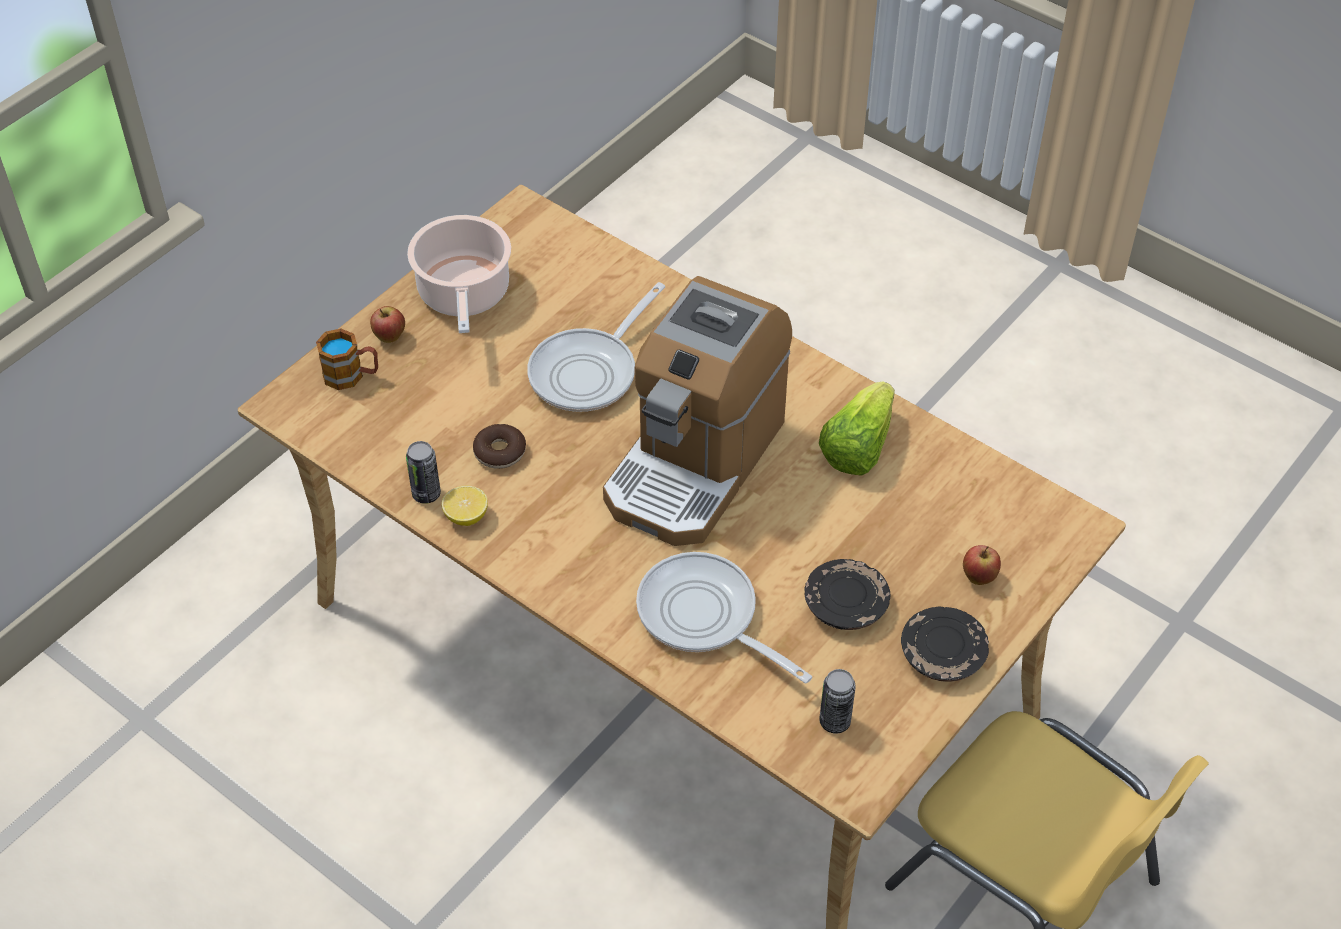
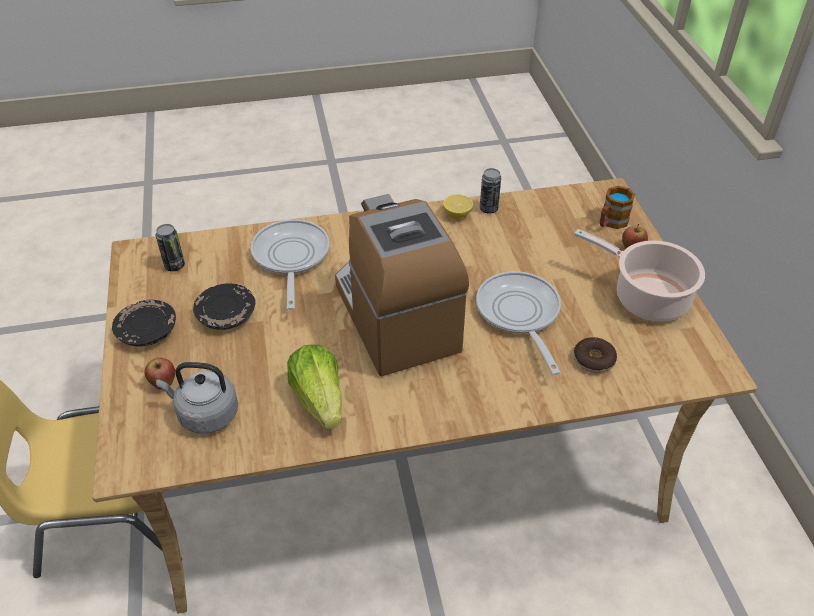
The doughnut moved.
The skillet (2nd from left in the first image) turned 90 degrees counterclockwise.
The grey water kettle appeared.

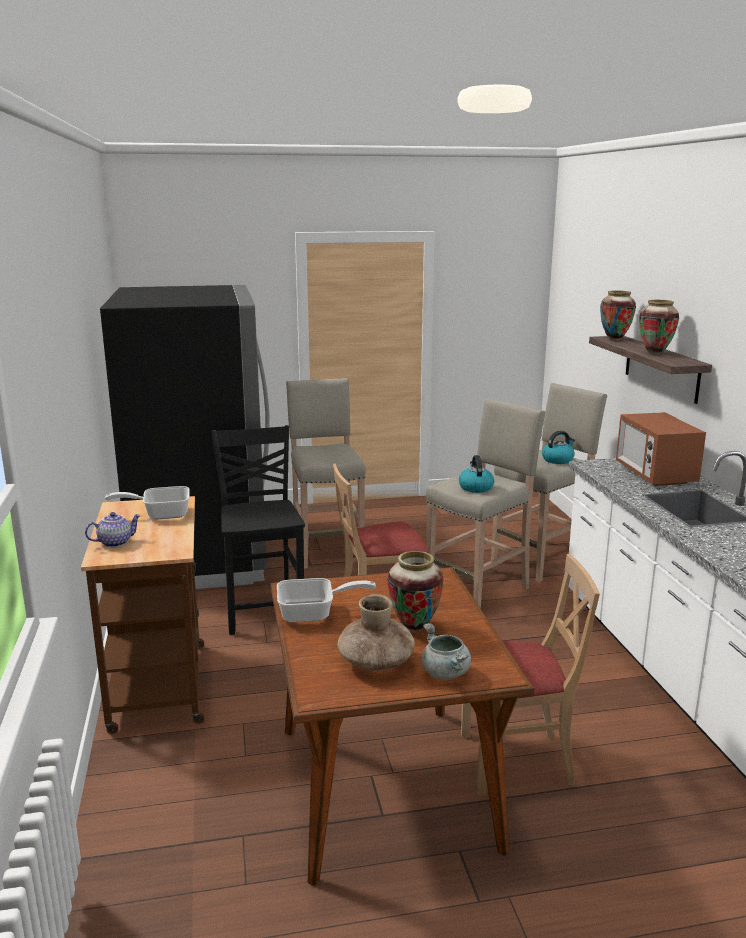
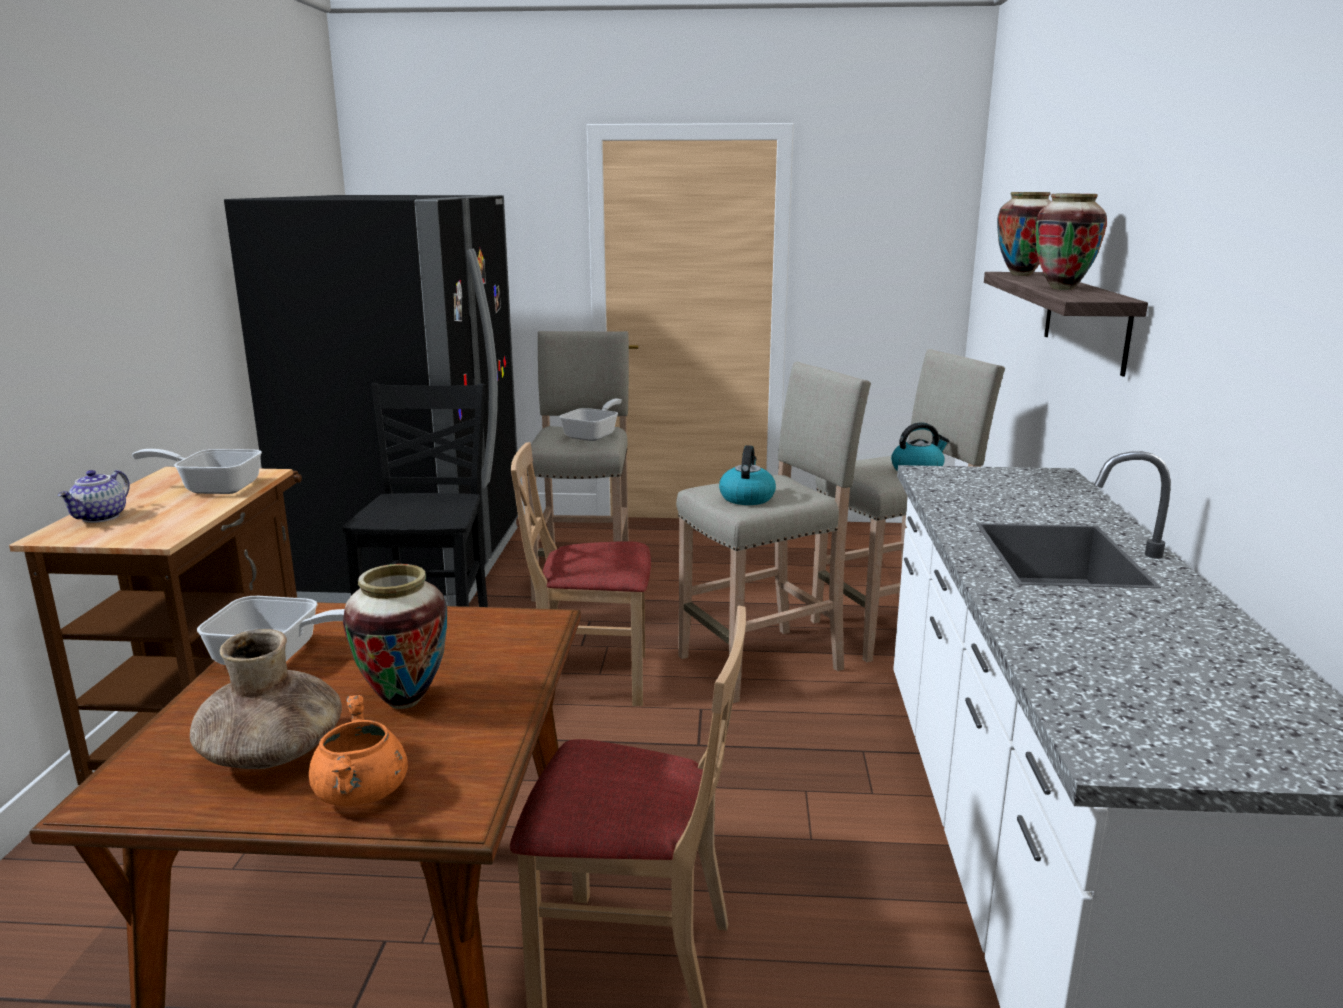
The tea pot turned 120 degrees clockwise.
The grey saucepot became the orange saucepot.
The microwave oven disappeared.
The skillet (3rd from left) appeared.

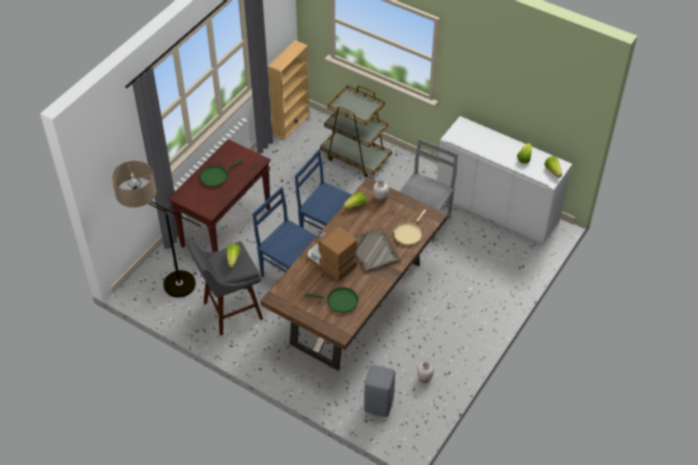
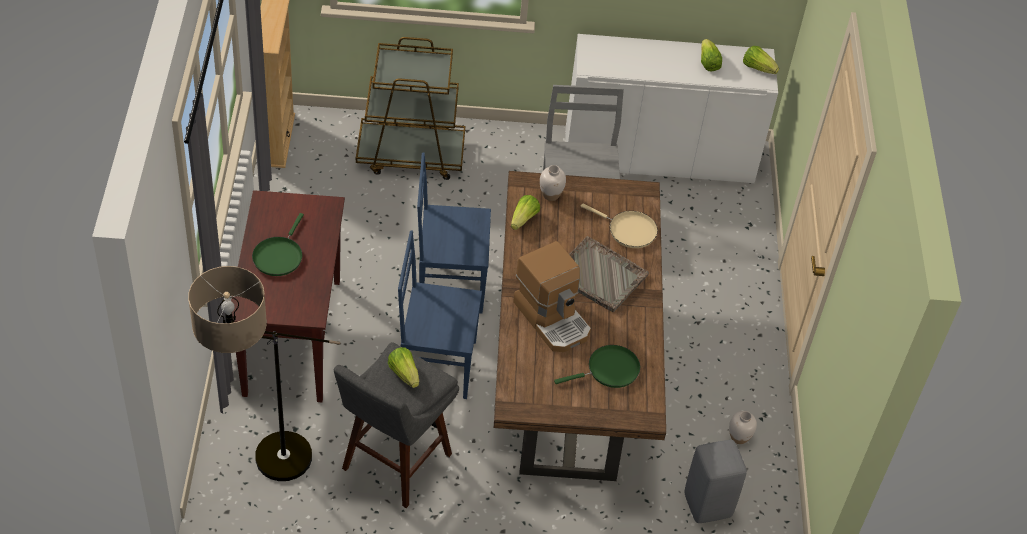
The coffee brewer turned 135 degrees counterclockwise.
The beige-coloured skillet turned 60 degrees counterclockwise.

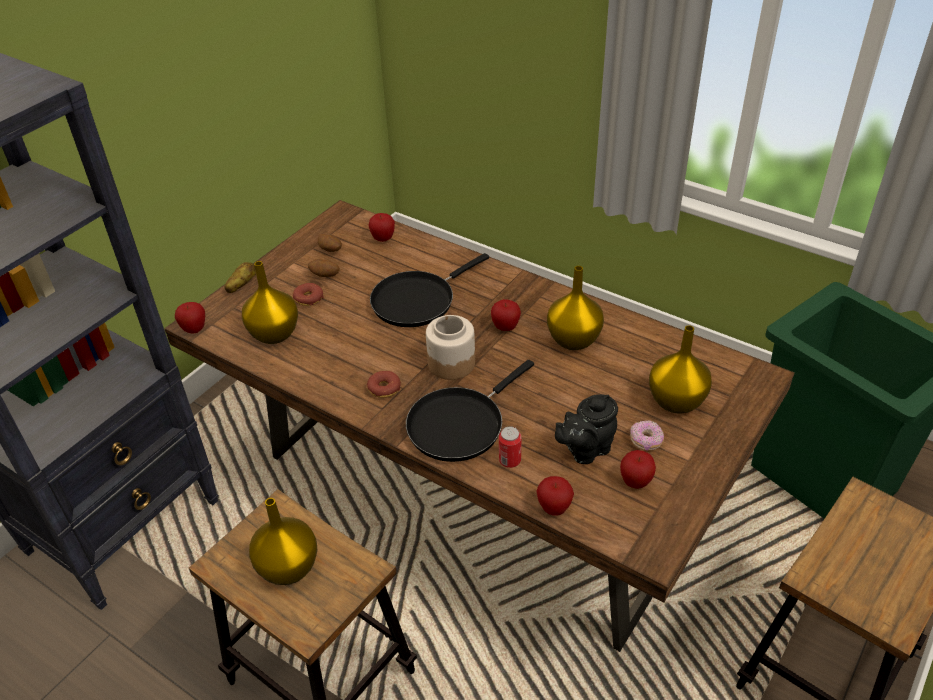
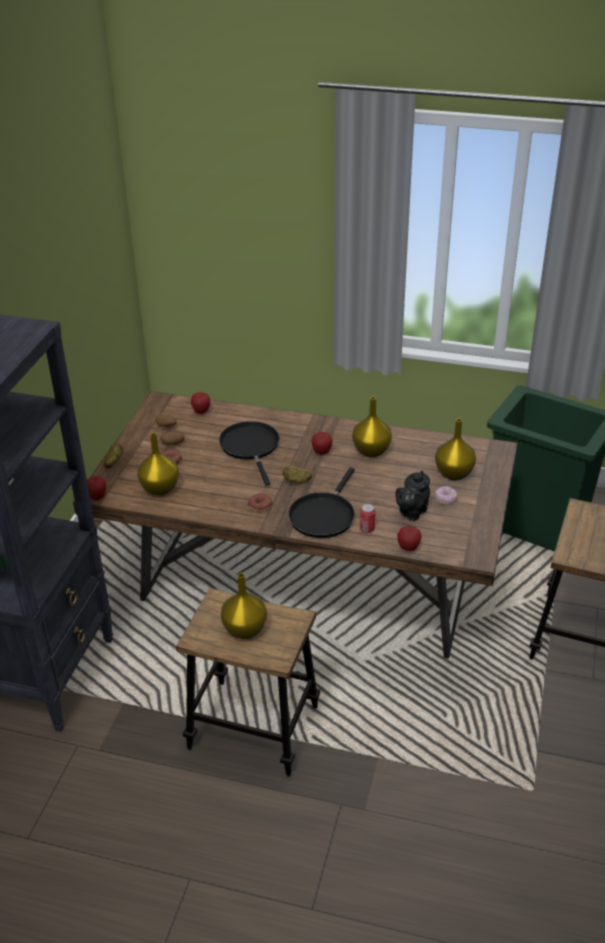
The black-coloured skillet (1st from left) turned 135 degrees clockwise.
The storage jar was replaced by the whole potato (4th from left).
The apple (5th from left) disappeared.

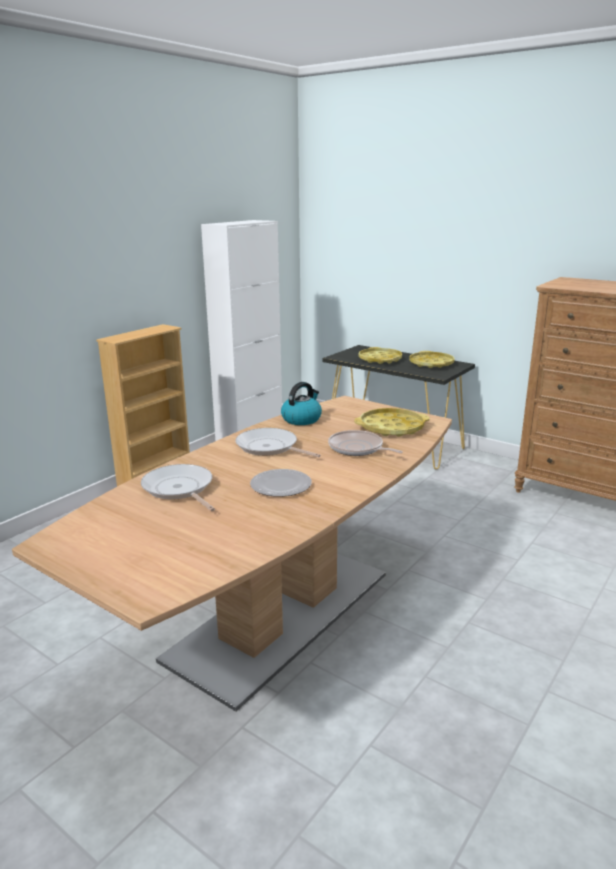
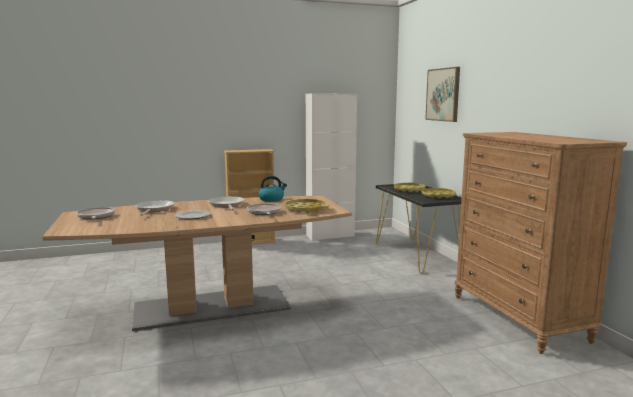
The skillet (1st from left) appeared.
The picture appeared.

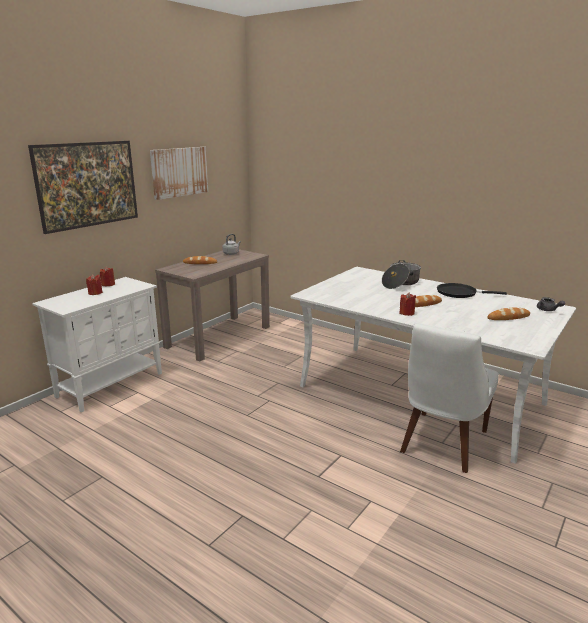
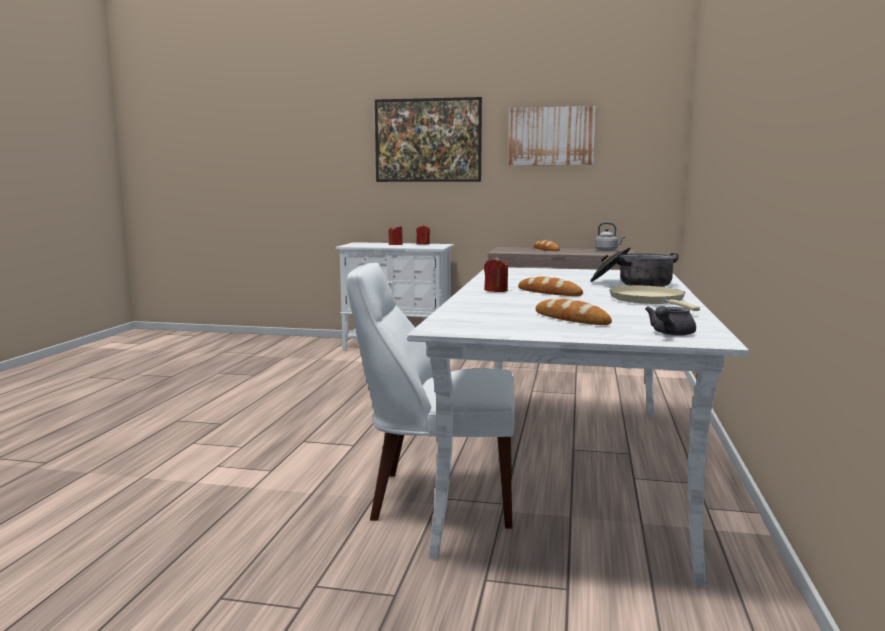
The black-coloured skillet became the beige-coloured skillet.

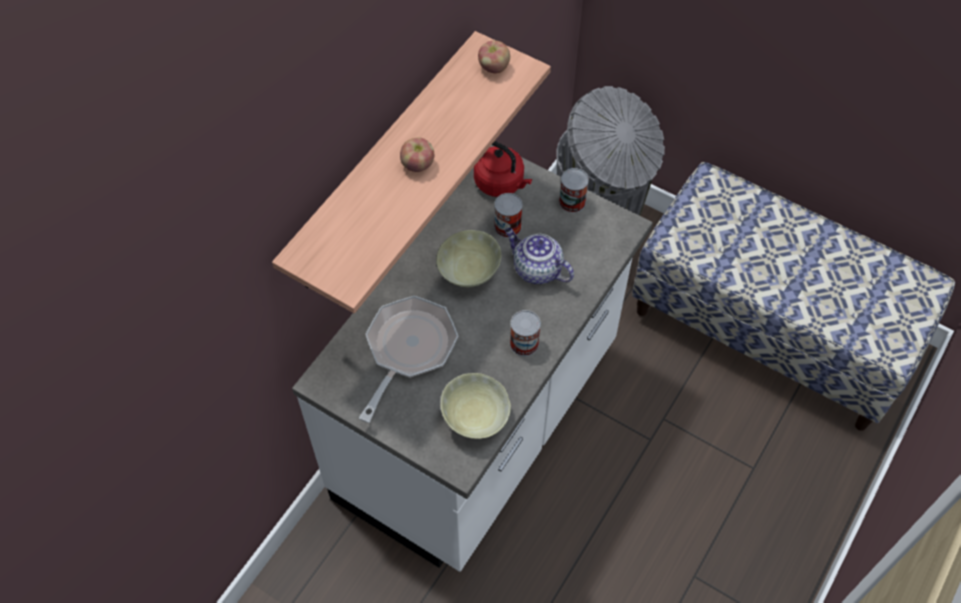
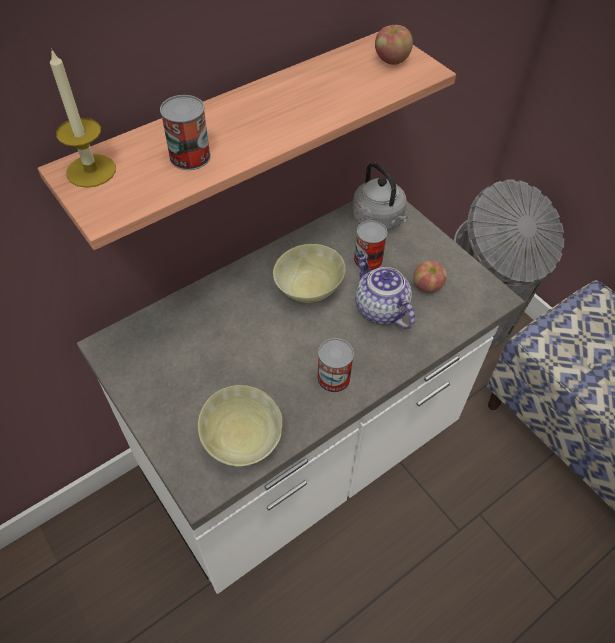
The skillet disappeared.
The apple (1st from left in the first image) moved.
The red-coloured water kettle became the grey water kettle.
The can (3rd from left in the first image) moved.
The wax light appeared.

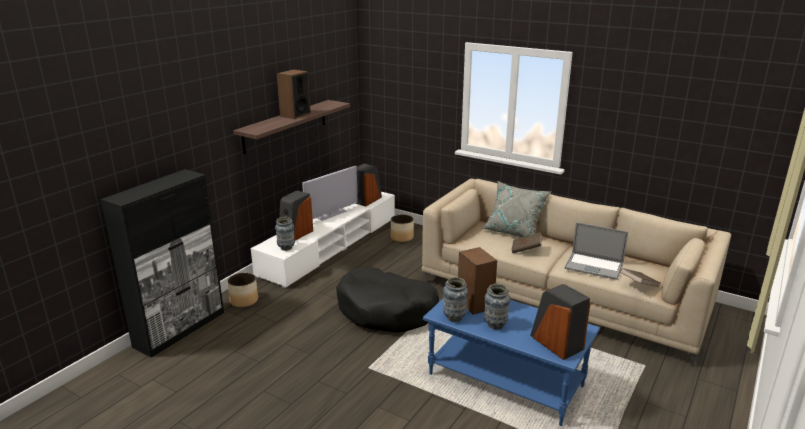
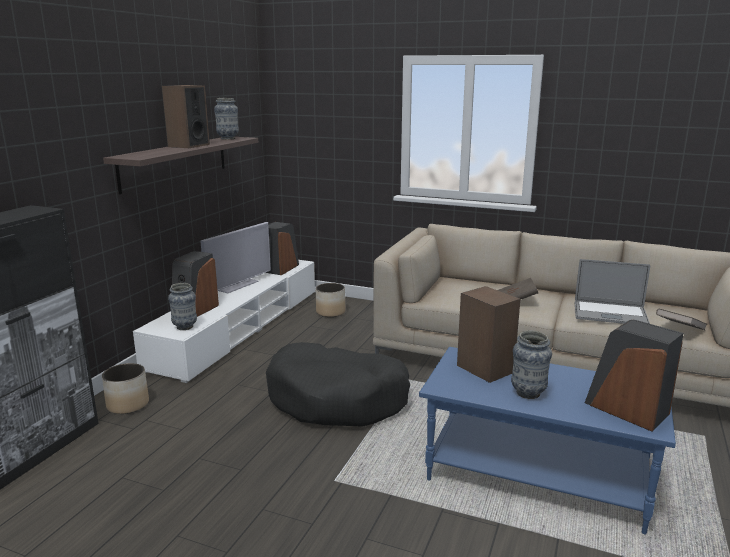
The decorative vase (2nd from left) moved.
The grey throw pillow disappeared.

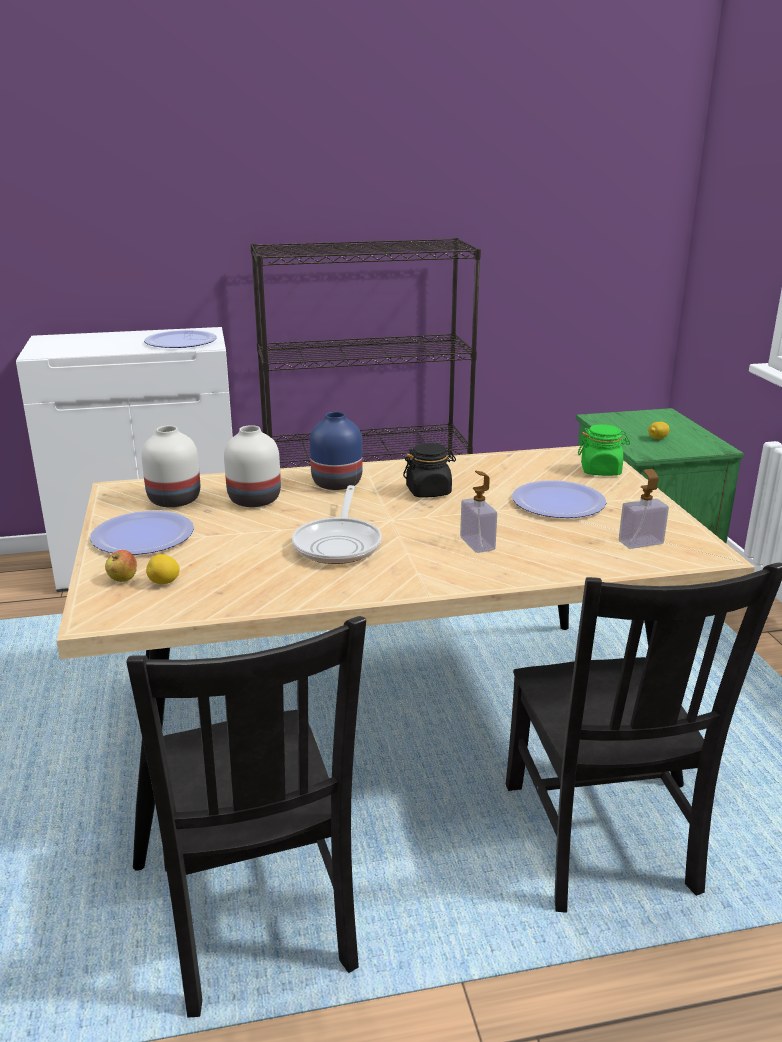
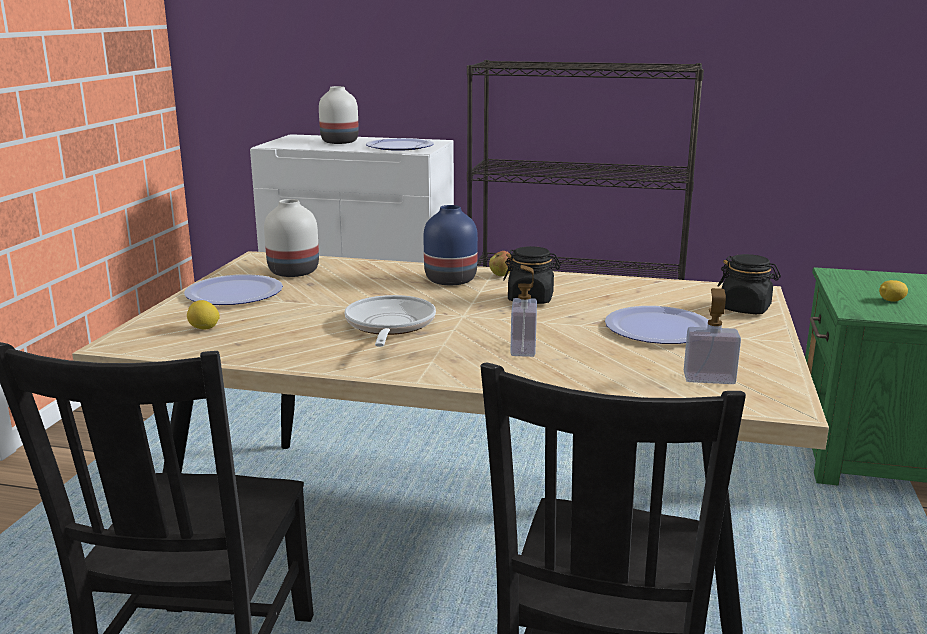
The apple moved.
The whitish decorative vase (2nd from left) moved.
The skillet turned 150 degrees clockwise.
The green-coloured storage jar became the black-coloured storage jar (2nd from left).

